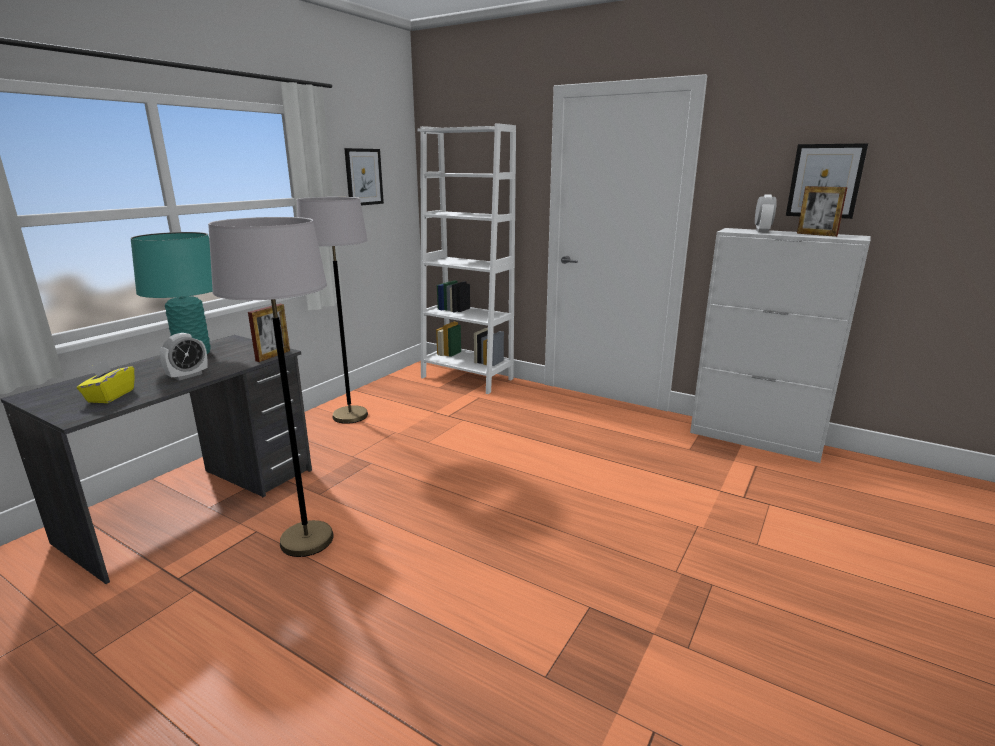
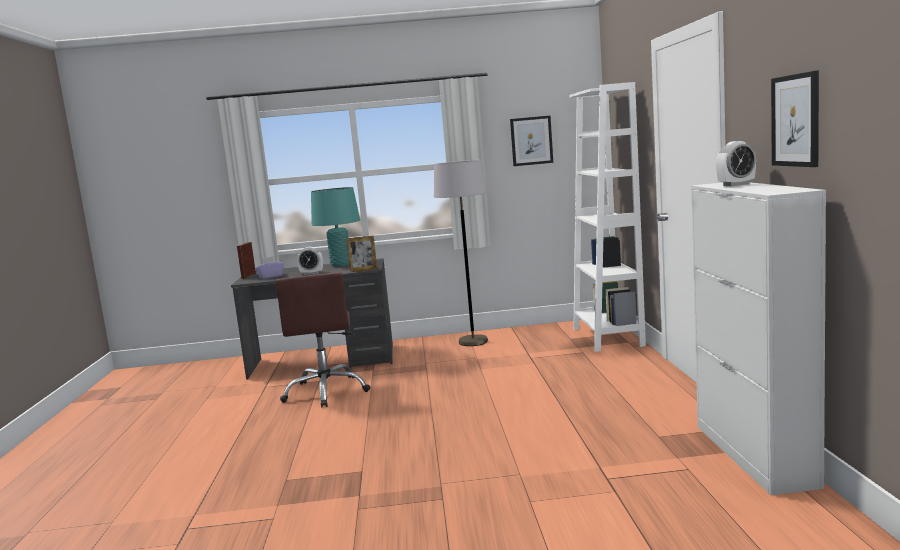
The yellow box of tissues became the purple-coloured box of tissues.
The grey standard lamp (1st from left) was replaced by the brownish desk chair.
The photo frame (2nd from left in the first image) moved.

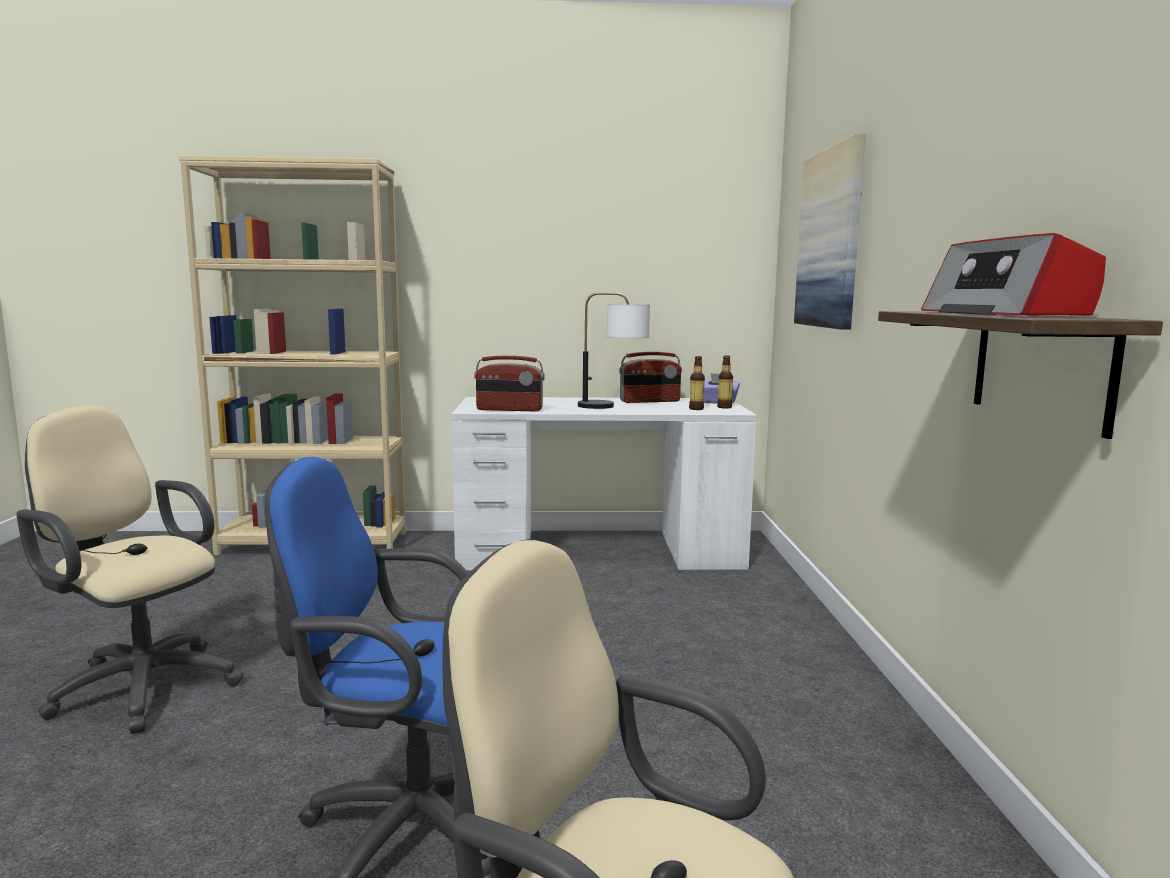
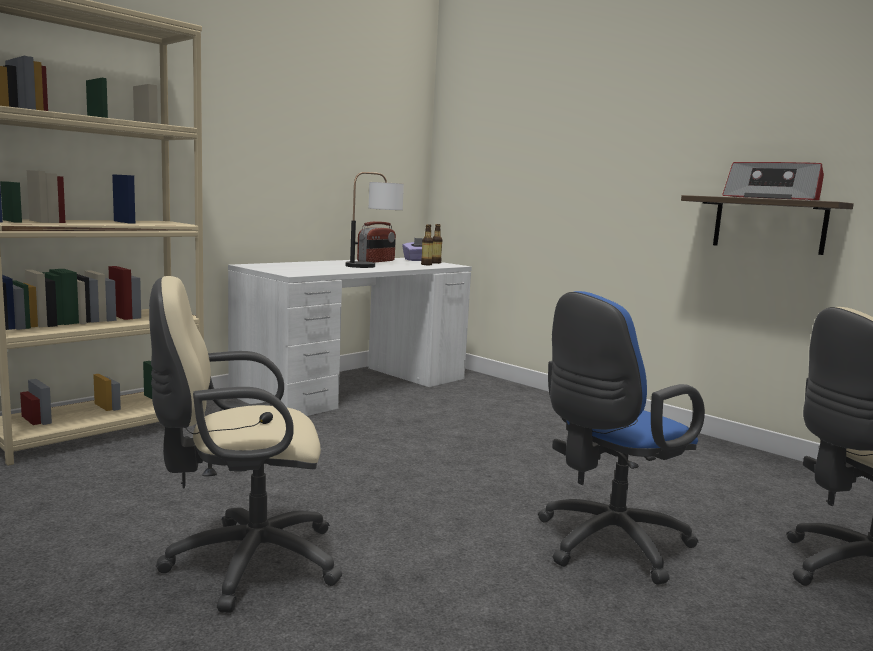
The radio set (1st from left) disappeared.
The picture disappeared.

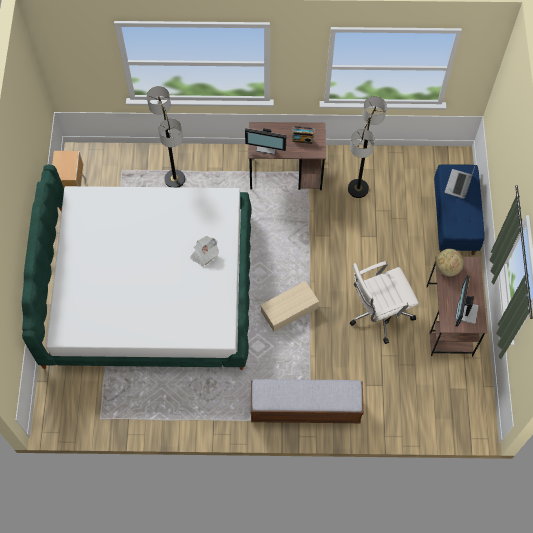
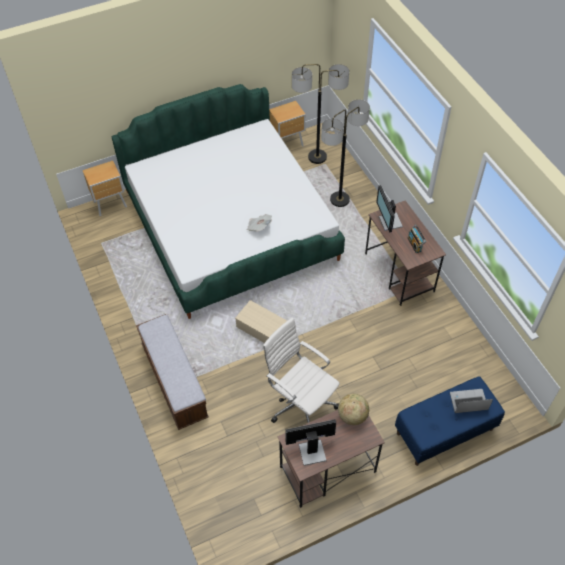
The standard lamp (2nd from left in the first image) moved.
The brownish nightstand (1st from left) appeared.

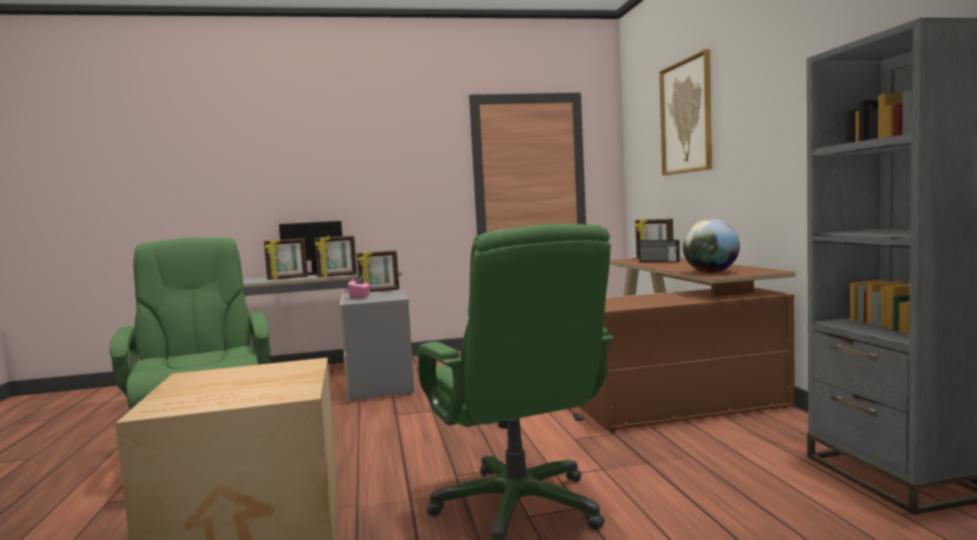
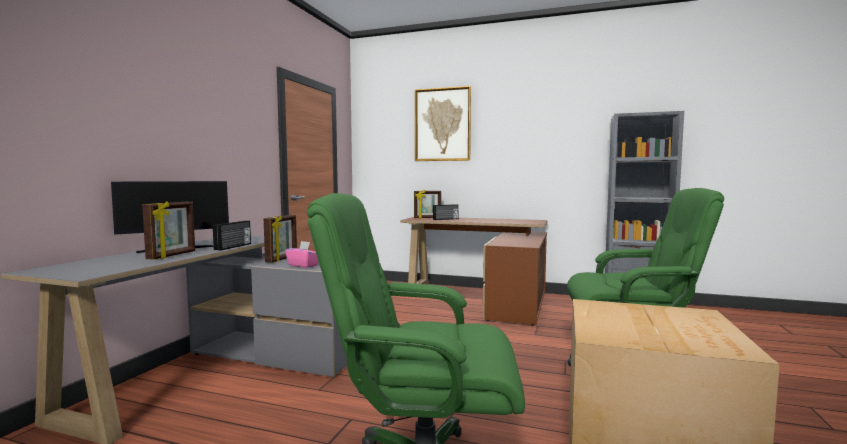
The photo frame (2nd from left) was replaced by the radio set (1st from left).
The world globe disappeared.

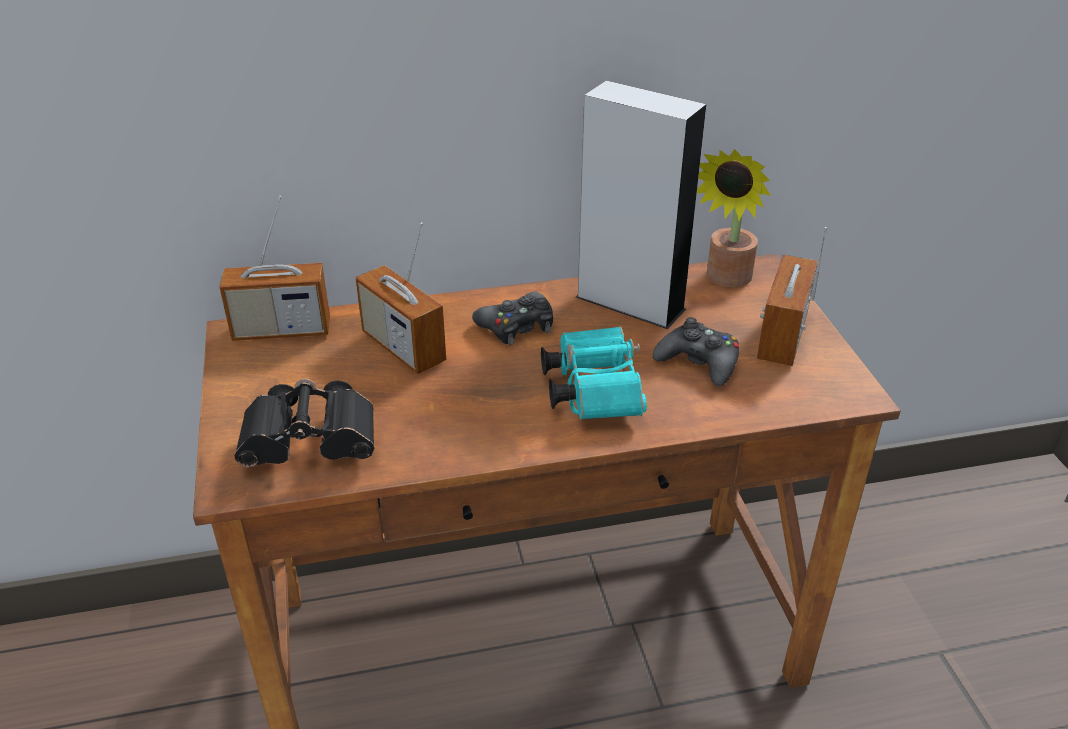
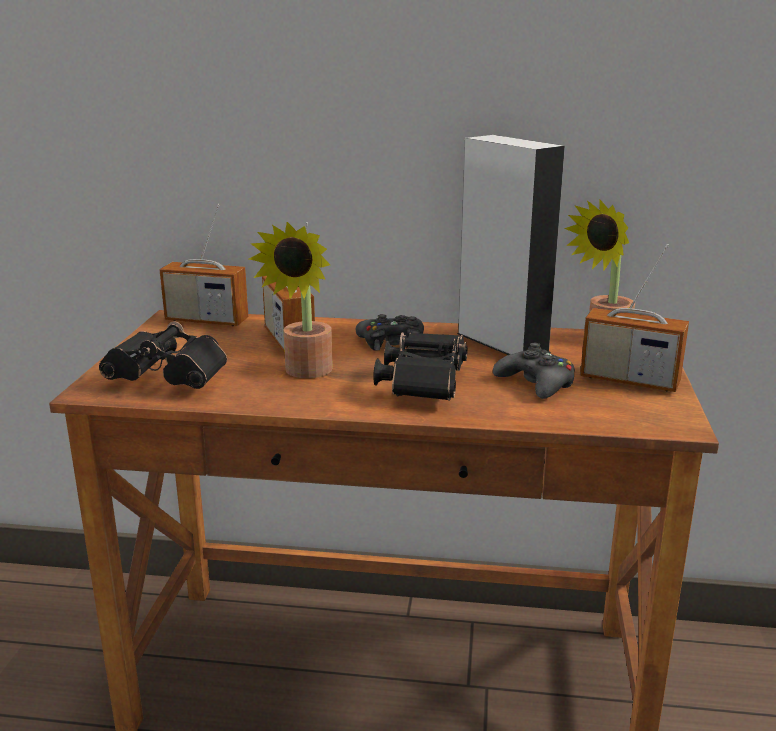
The blue-green binoculars became the black-coloured binoculars (2nd from left).
The radio set (3rd from left) turned 105 degrees counterclockwise.
The houseplant (1st from left) appeared.

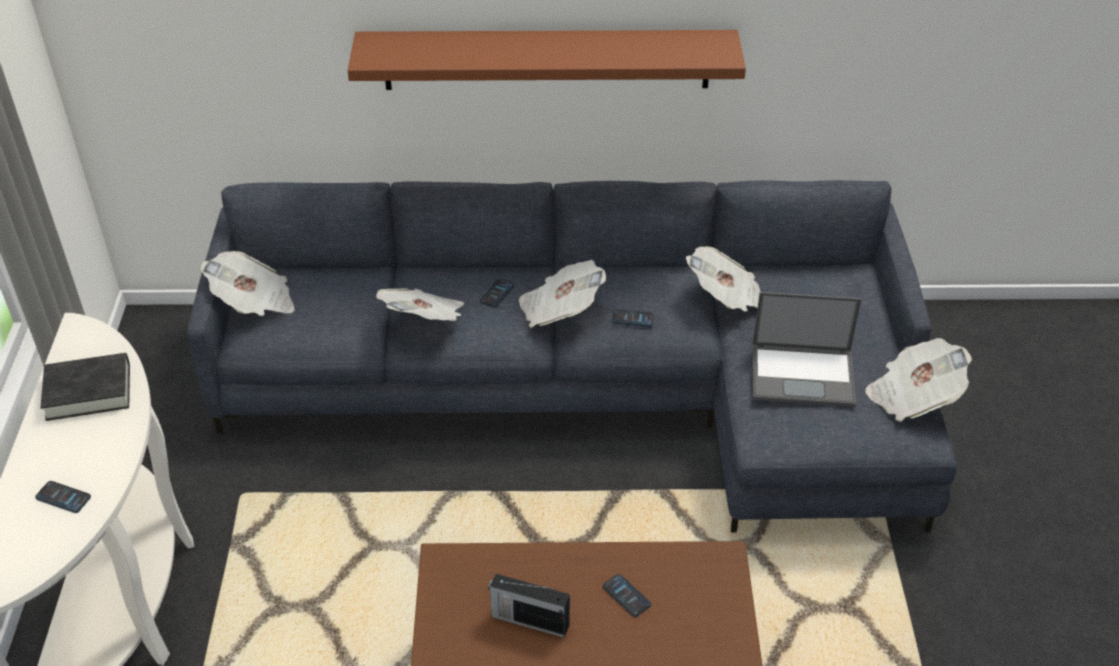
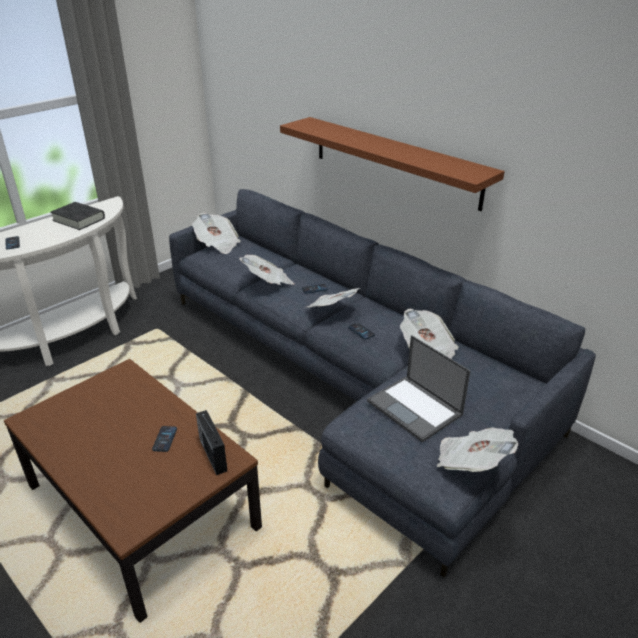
The radio set moved.

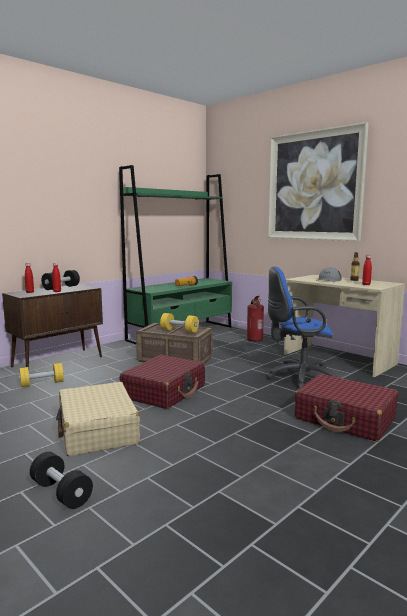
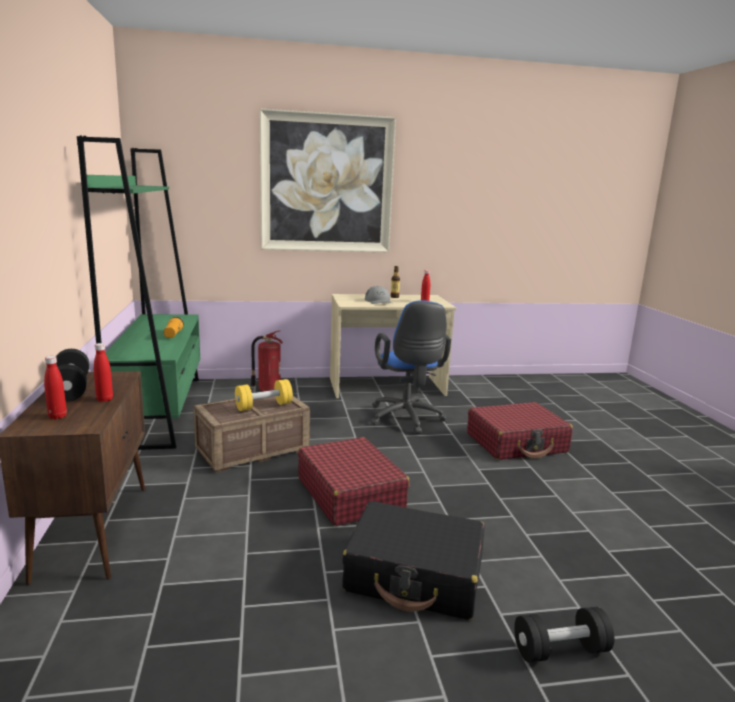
The yellow hand weight (1st from left) disappeared.
The beige-coloured suitcase became the black-coloured suitcase.
The blue-coloured desk chair turned 45 degrees counterclockwise.

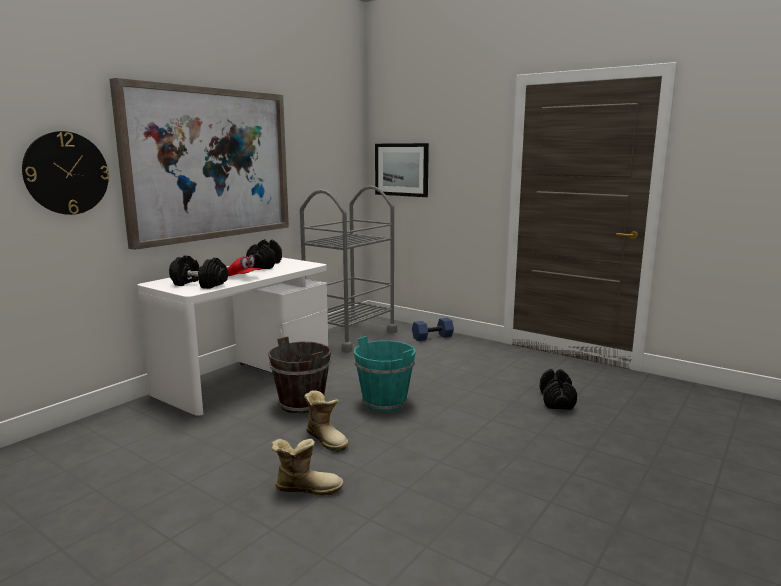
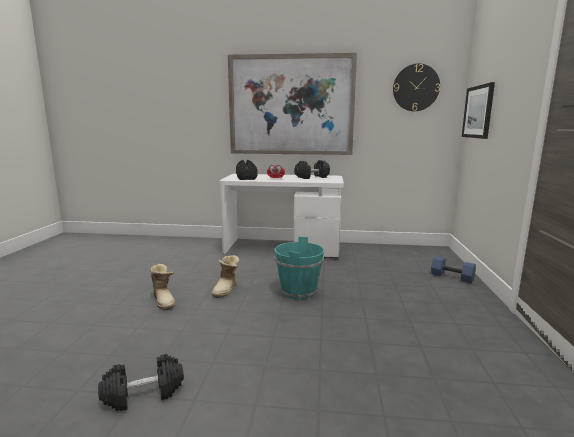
The hanging clock moved.
The brownish bucket disappeared.
The grey cart disappeared.
The black-coloured hand weight (3rd from left in the first image) moved.

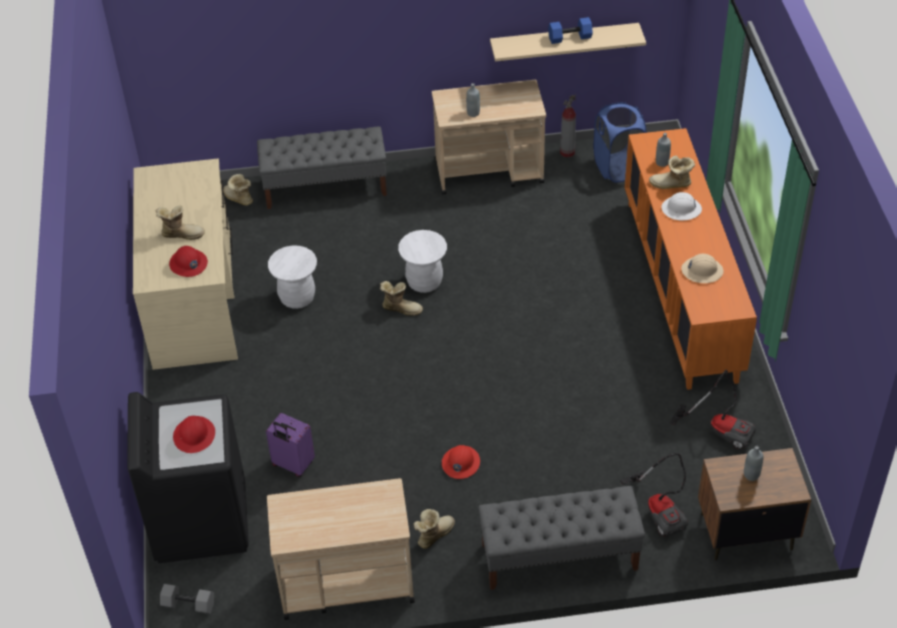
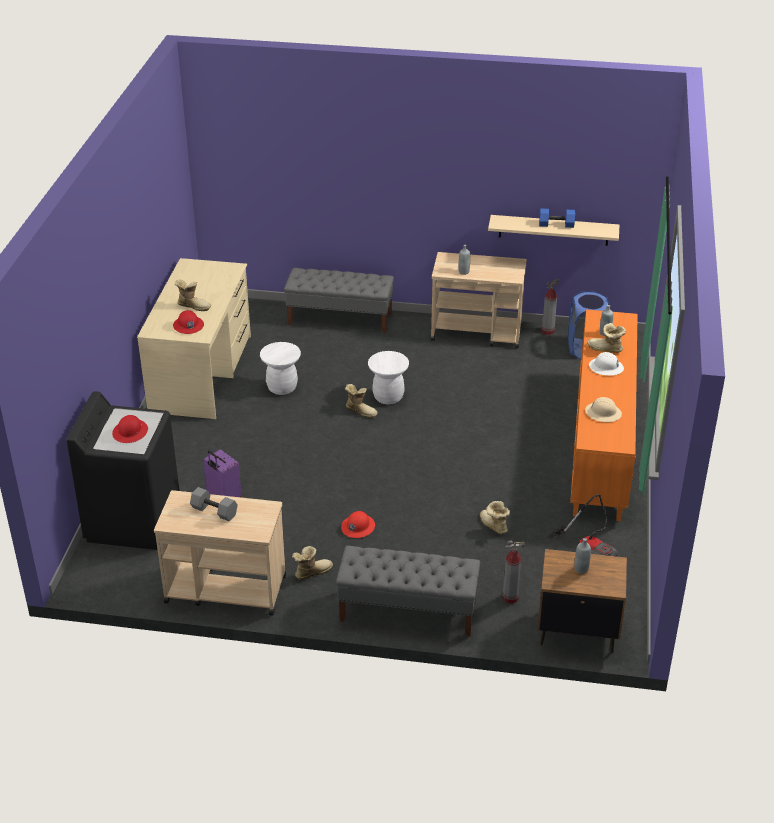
The grey hand weight moved.
The boot (2nd from left in the first image) moved.
The hoover (1st from left) was replaced by the fire extinguisher (1st from left).

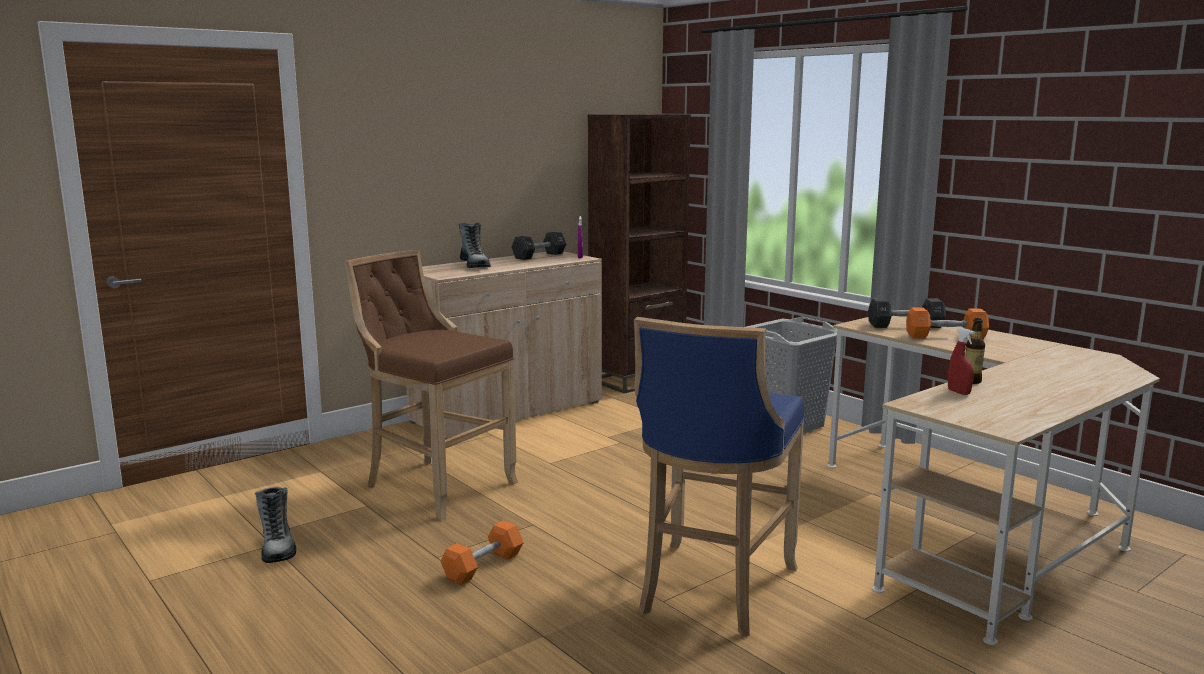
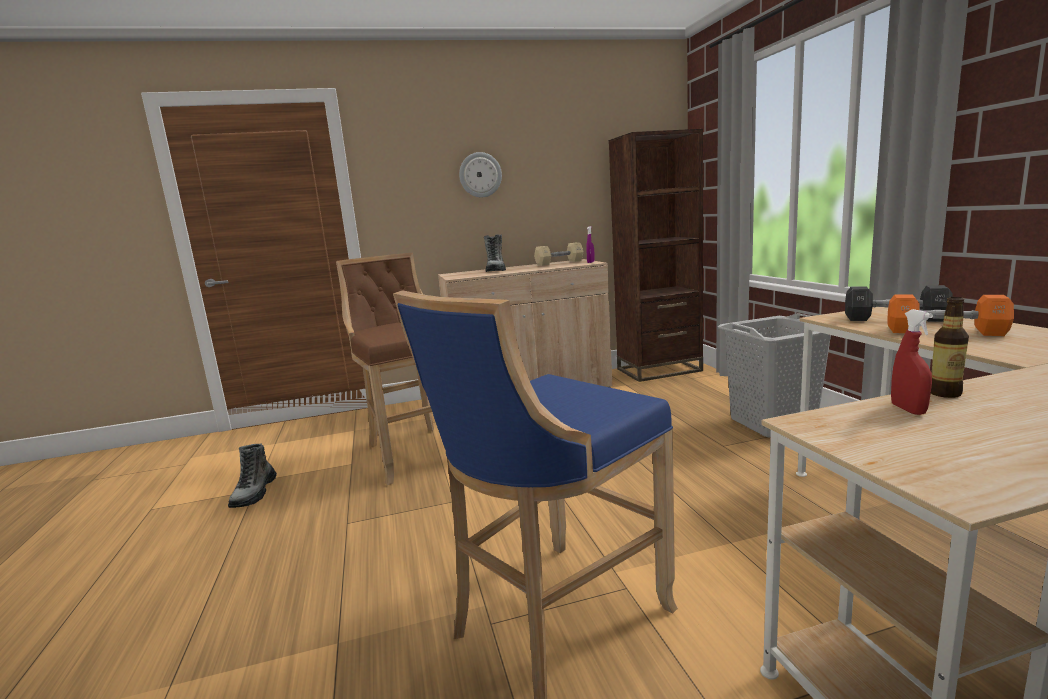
The orange hand weight (1st from left) disappeared.
The black-coloured hand weight (1st from left) became the beige-coloured hand weight.
The hanging clock appeared.

